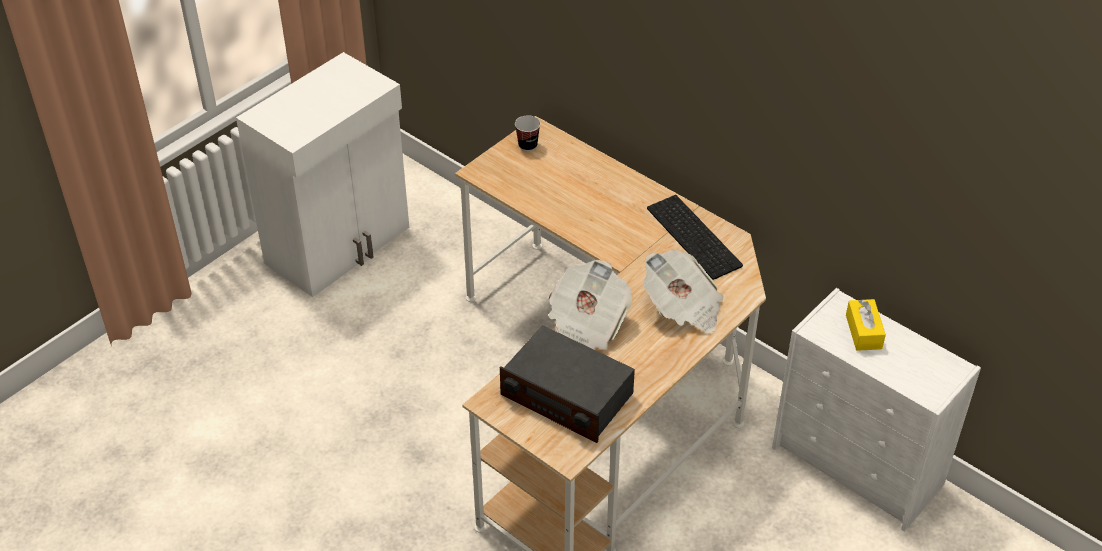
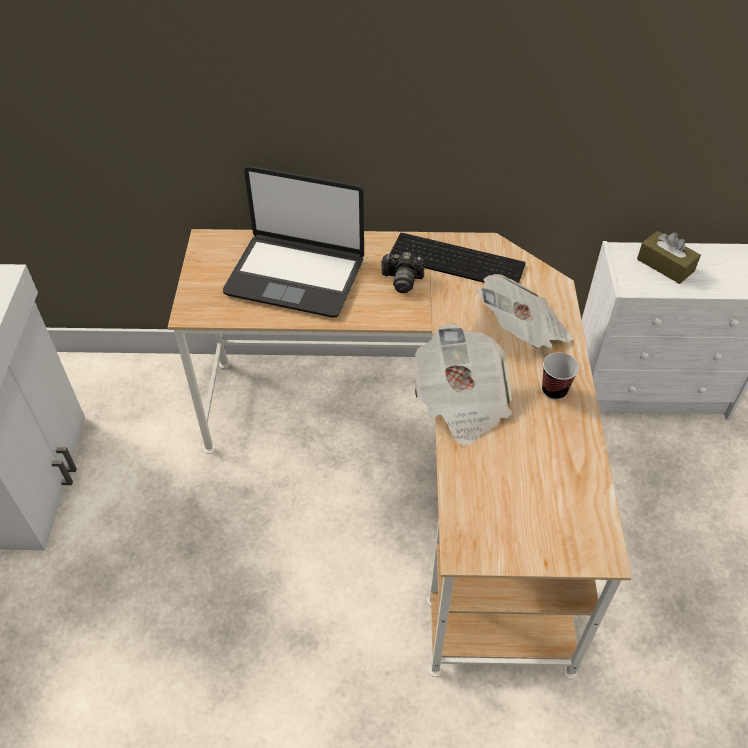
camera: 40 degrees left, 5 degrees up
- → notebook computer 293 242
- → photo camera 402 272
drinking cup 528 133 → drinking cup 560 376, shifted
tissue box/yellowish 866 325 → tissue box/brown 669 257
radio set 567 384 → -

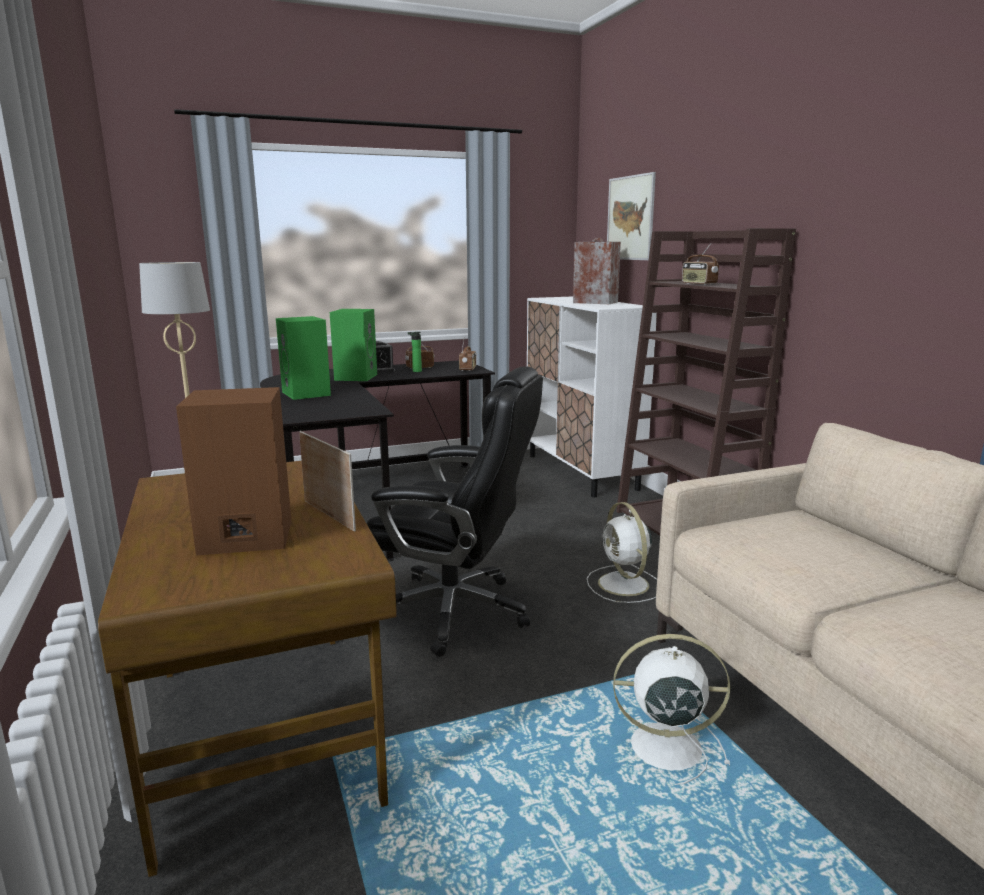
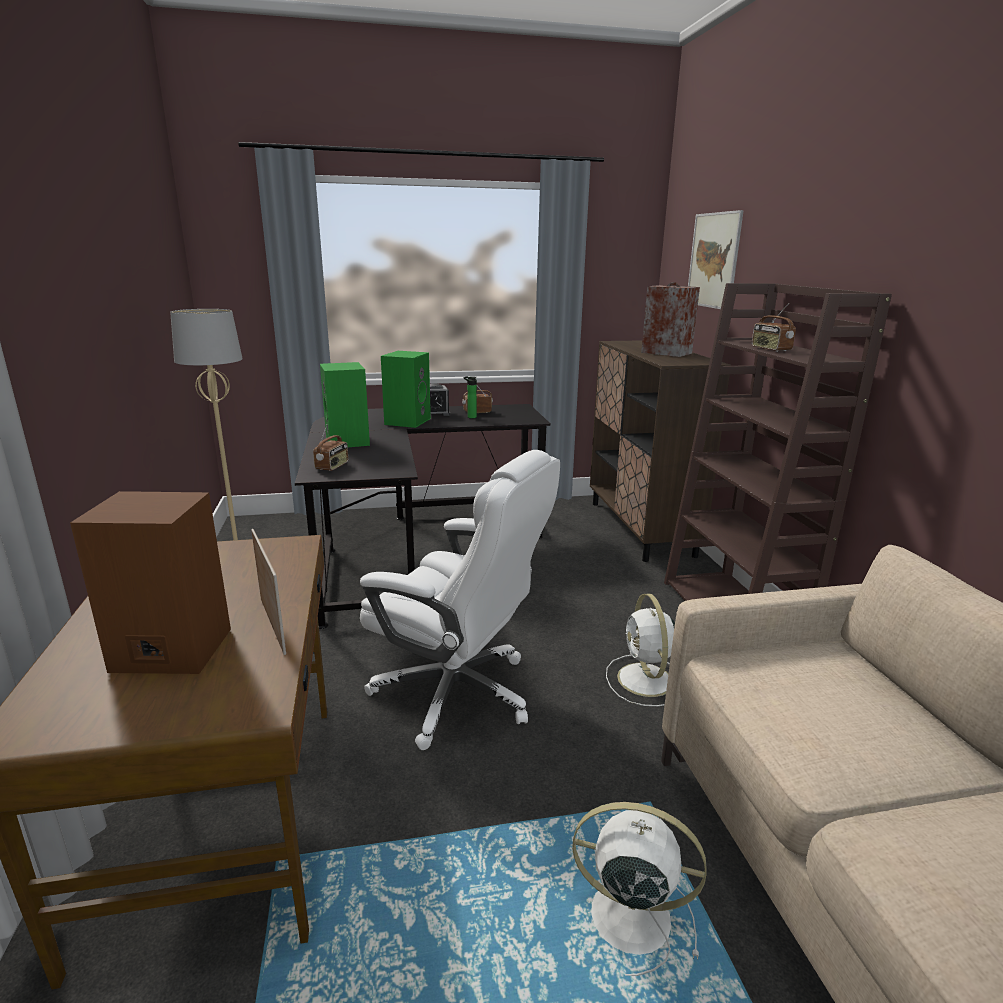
camera: 10 degrees right, 5 degrees up
radio set 468 355 → radio set 330 448, shifted
computer chair/blackish 455 511 → computer chair/white 460 600
cabinet/white 592 396 → cabinet/brown 660 451

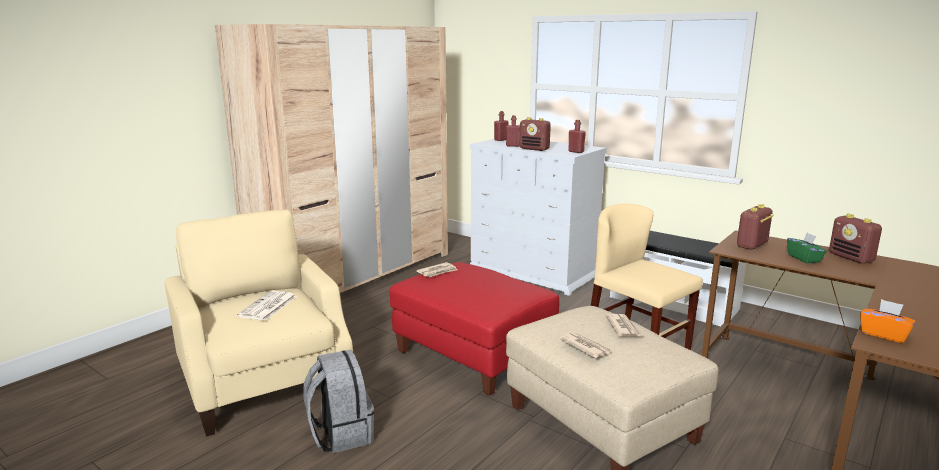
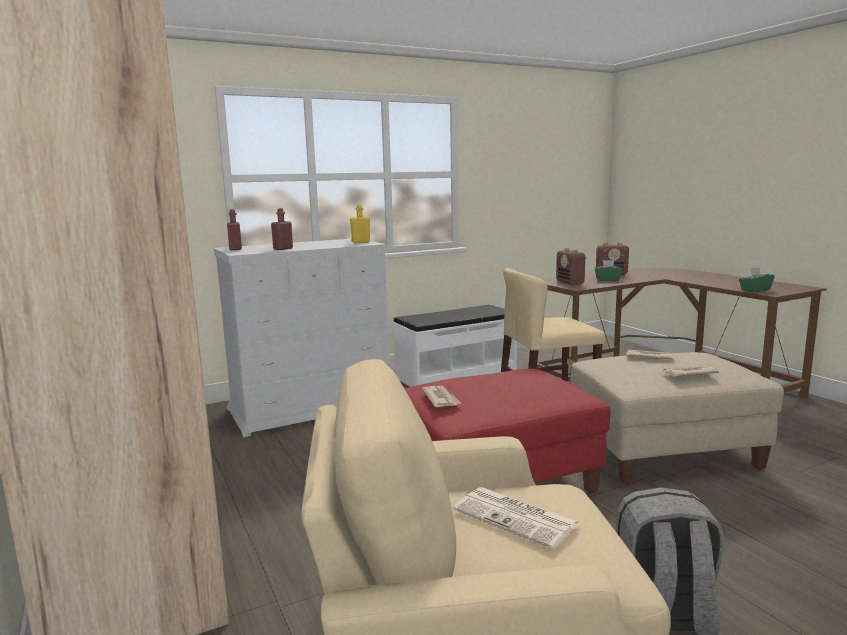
camera: 65 degrees left, 5 degrees down
drink bottle/reddish 577 136 → drink bottle/yellowish 360 224
tissue box/orange-coloured 888 321 → tissue box/greenish 756 279
radio set 535 134 → -

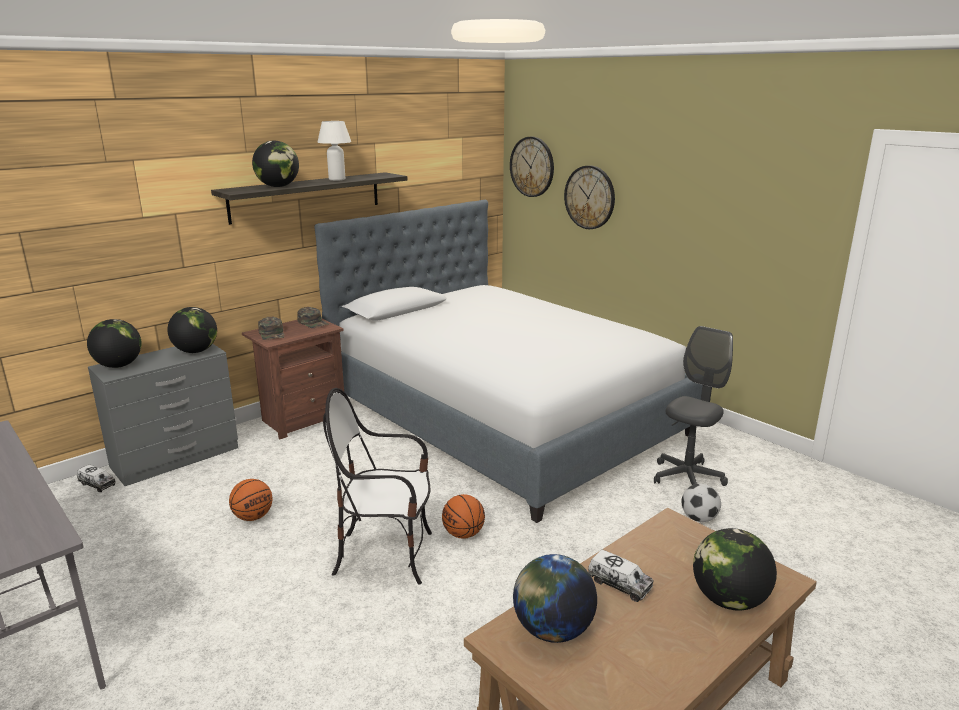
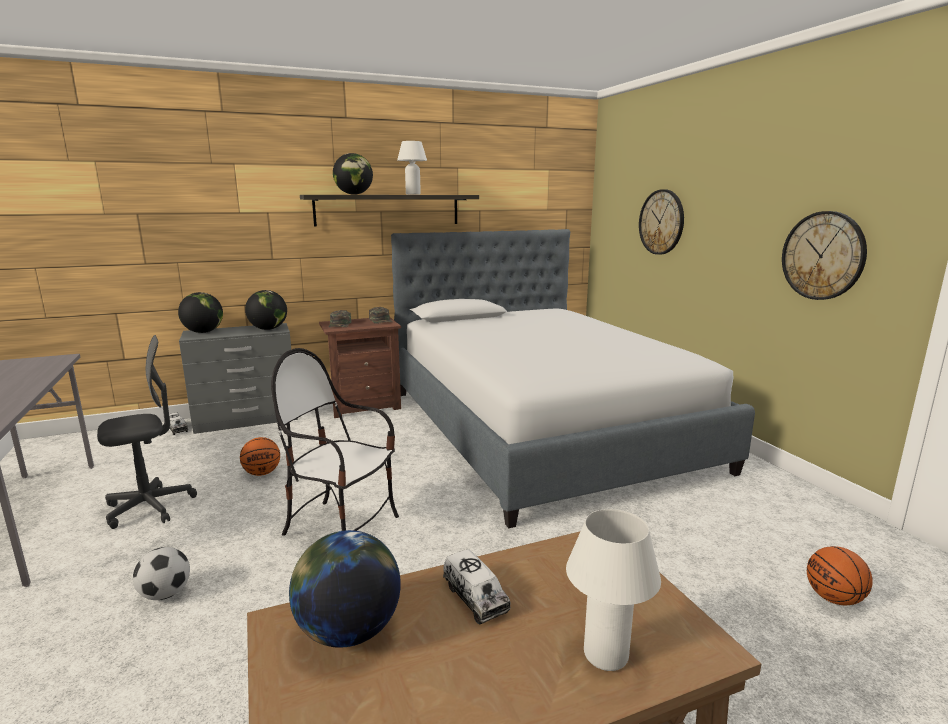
camera: 20 degrees right, 5 degrees down
computer chair/gray 693 406 → computer chair/gray 147 432, shifted
football ball 701 502 → football ball 161 573, shifted
globe 735 569 → lamp for a table/white 613 590
clock on the wall 532 167 → clock on the wall 824 255, shifted
ball for basketball 463 516 → ball for basketball 840 575, shifted

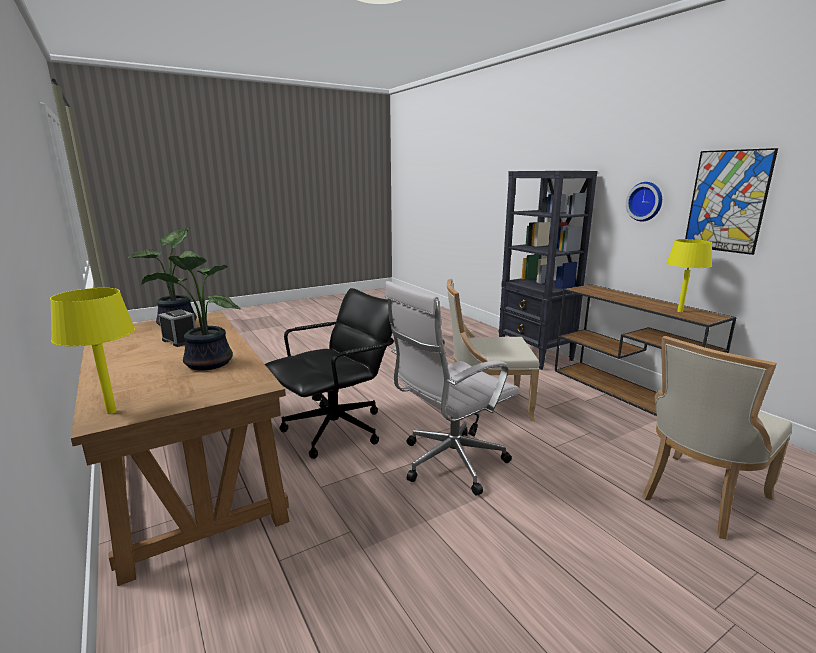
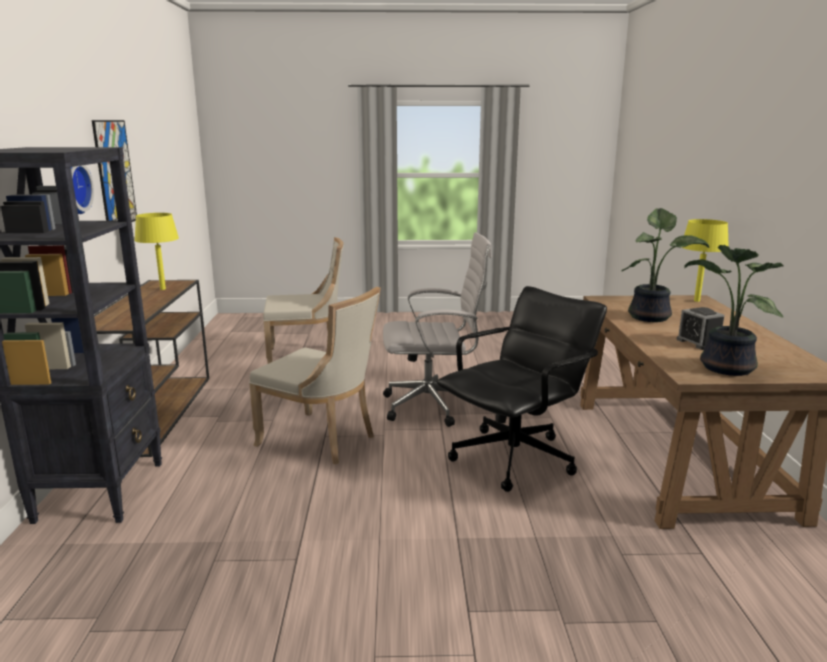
camera: 150 degrees left, 0 degrees up
computer chair/blackish 329 373 → computer chair/blackish 522 389, 150 degrees clockwise

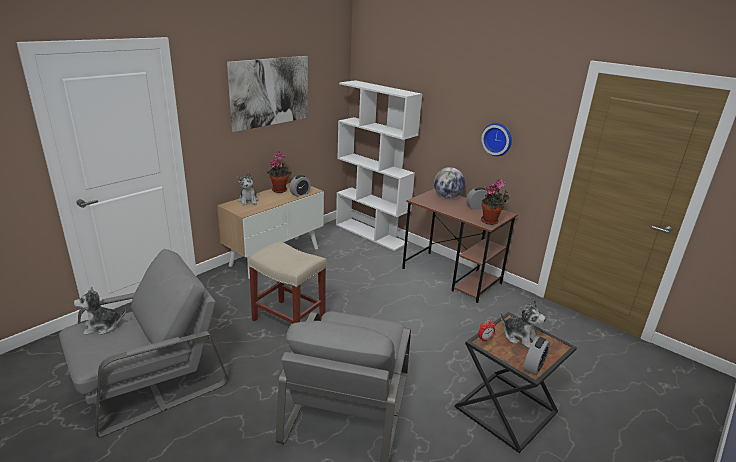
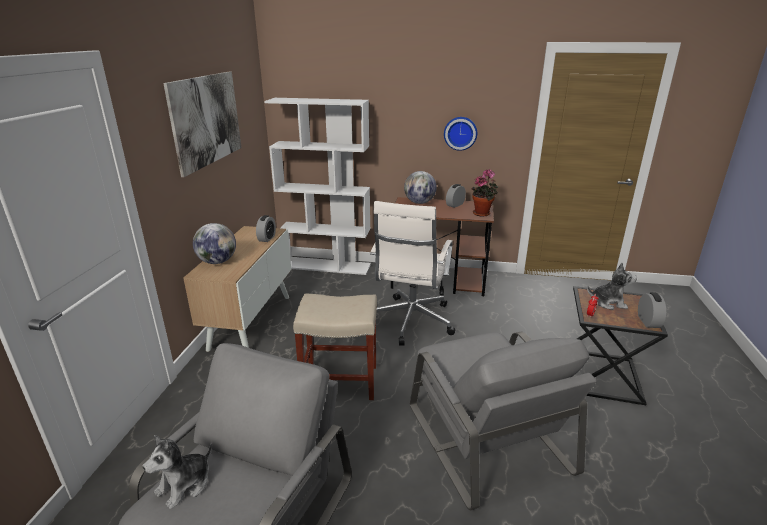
camera: 30 degrees left, 0 degrees up
cuddly toy 248 189 → globe 214 243
- → computer chair/white 412 273
plant in a pot 279 172 → -

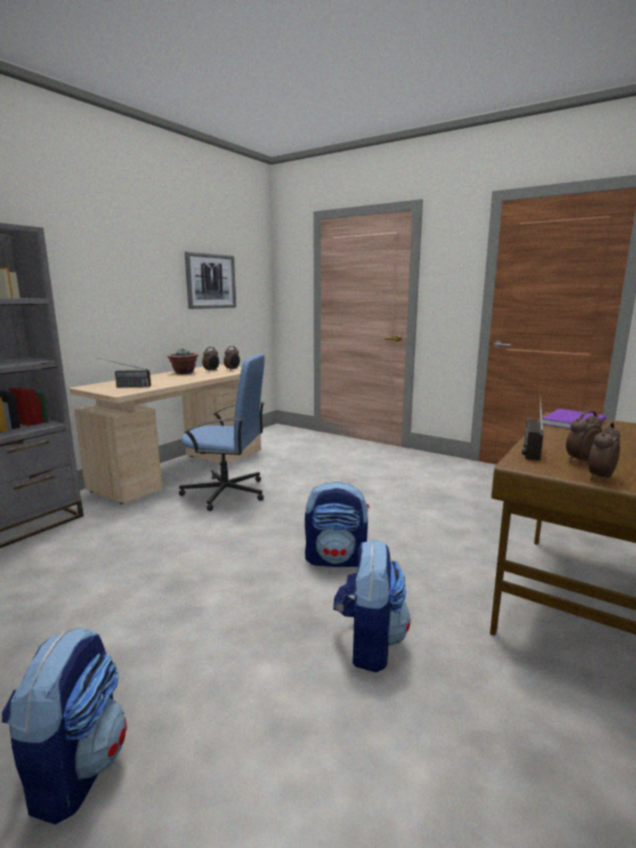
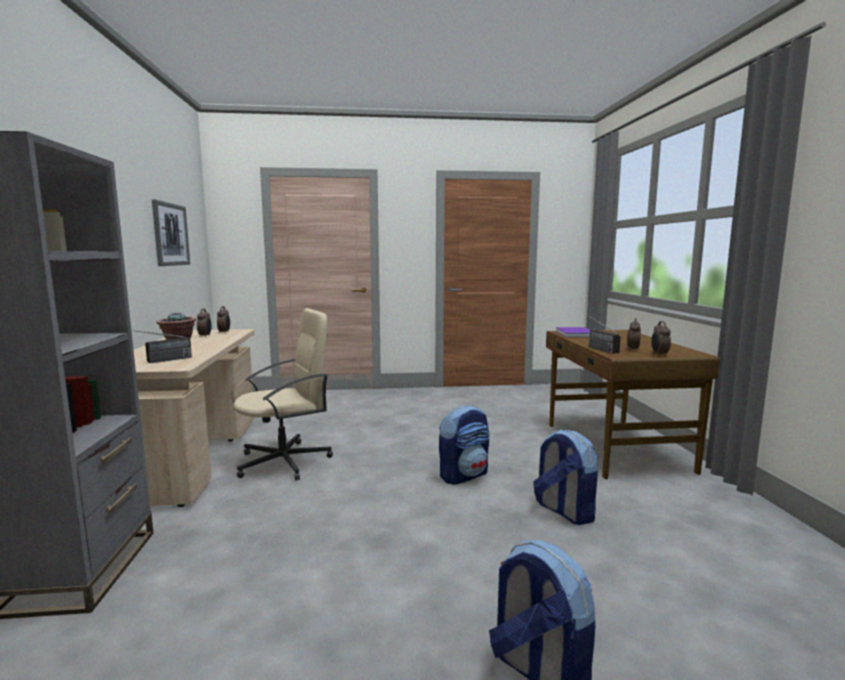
camera: 40 degrees left, 5 degrees down
computer chair/blue-coloured 222 432 → computer chair/beige-coloured 283 394

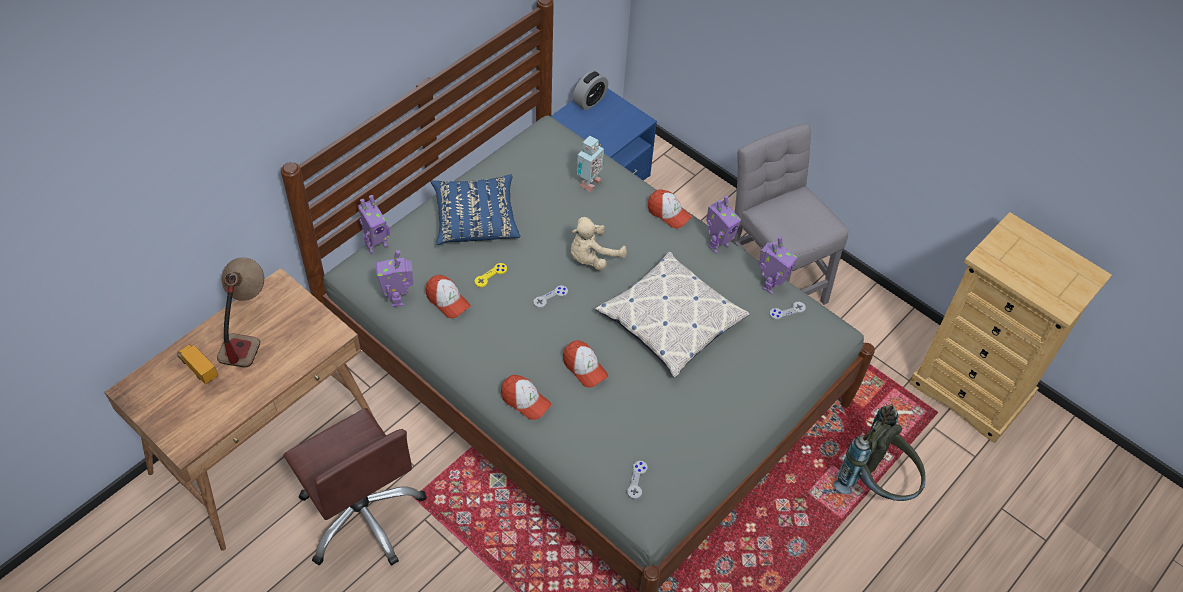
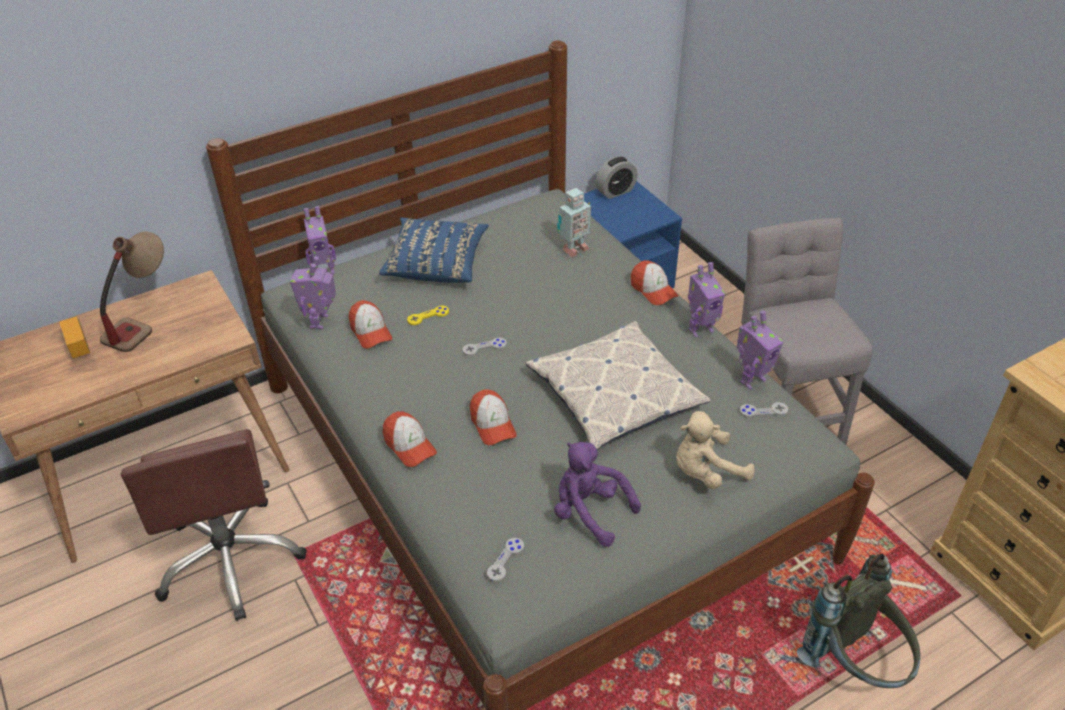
camera: 20 degrees right, 10 degrees down
- → cuddly toy/purple 597 494
cuddly toy/beige-coloured 599 243 → cuddly toy/beige-coloured 715 450, shifted

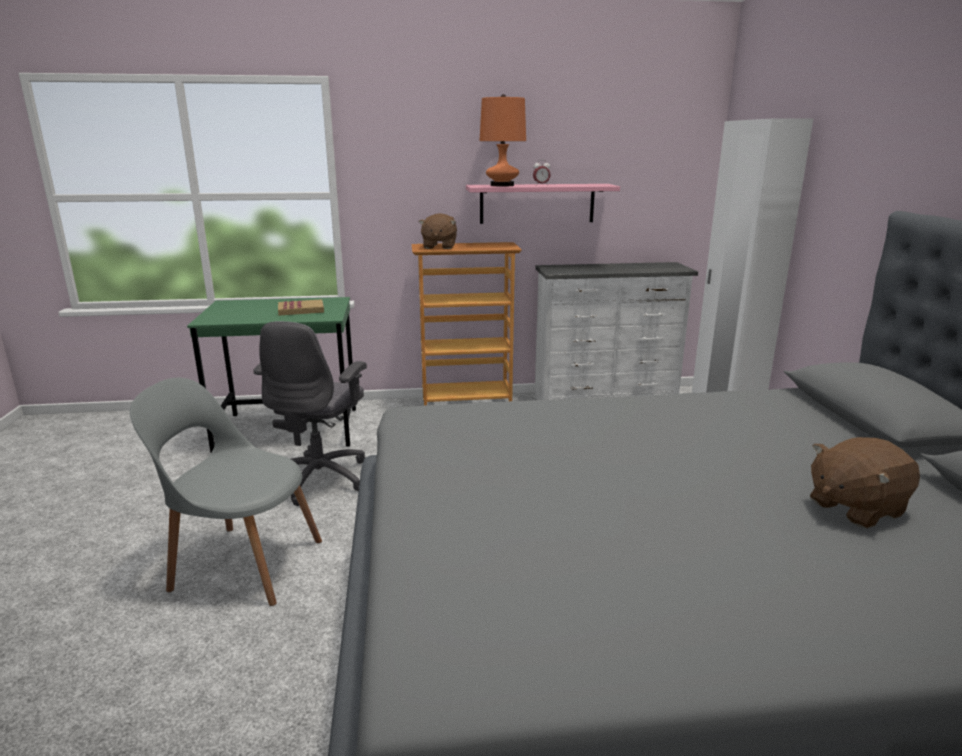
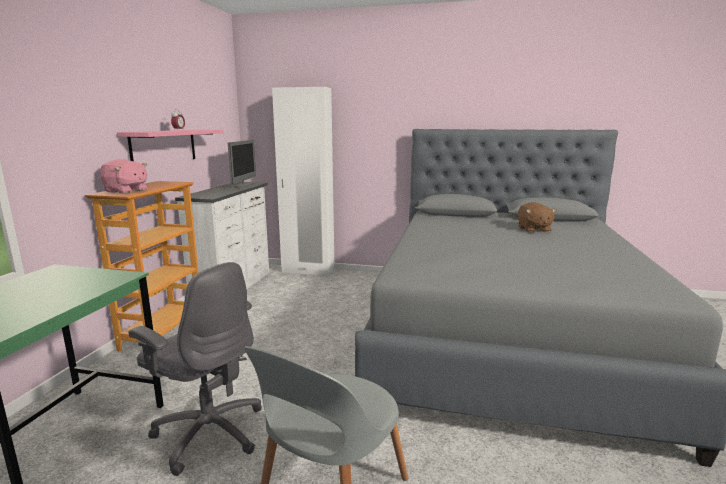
camera: 70 degrees left, 5 degrees down
cuddly toy/brown 438 231 → cuddly toy/pink-coloured 123 176
- → computer display 242 164
volume 301 307 → -
lamp for a table/orange-coloured 502 140 → -

